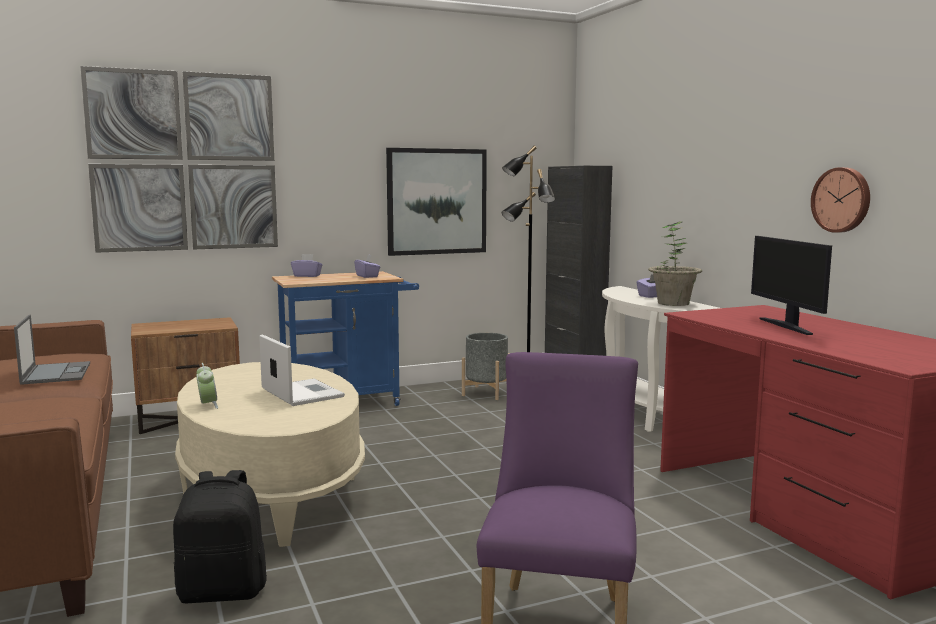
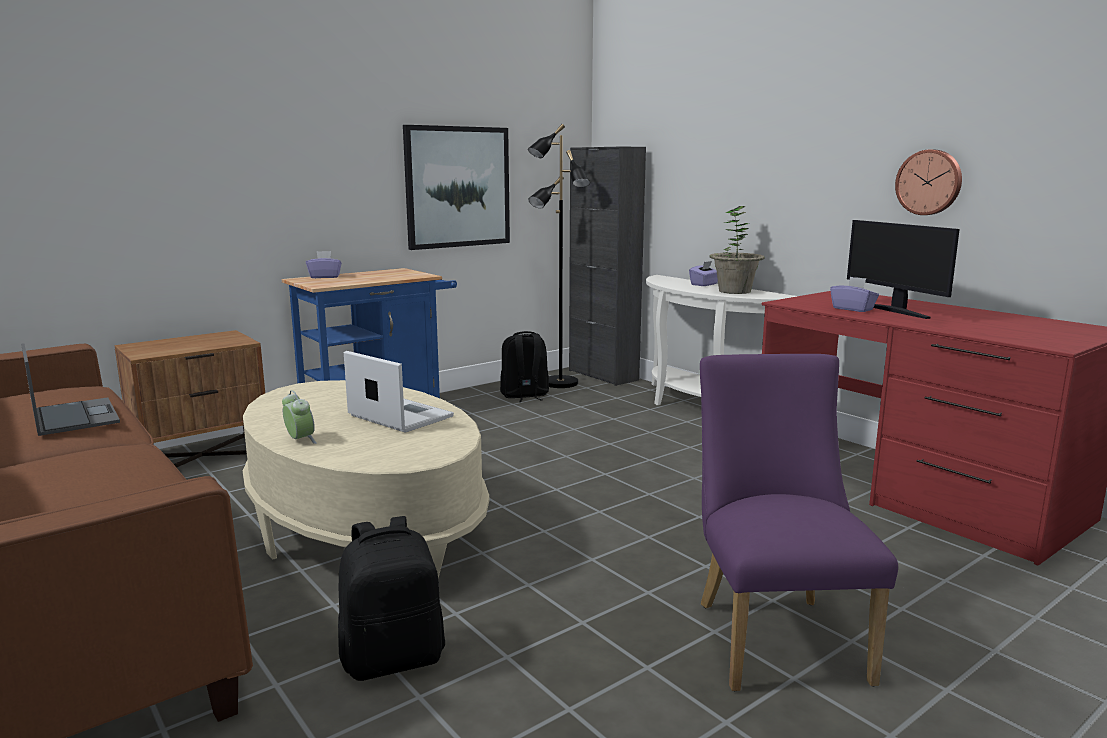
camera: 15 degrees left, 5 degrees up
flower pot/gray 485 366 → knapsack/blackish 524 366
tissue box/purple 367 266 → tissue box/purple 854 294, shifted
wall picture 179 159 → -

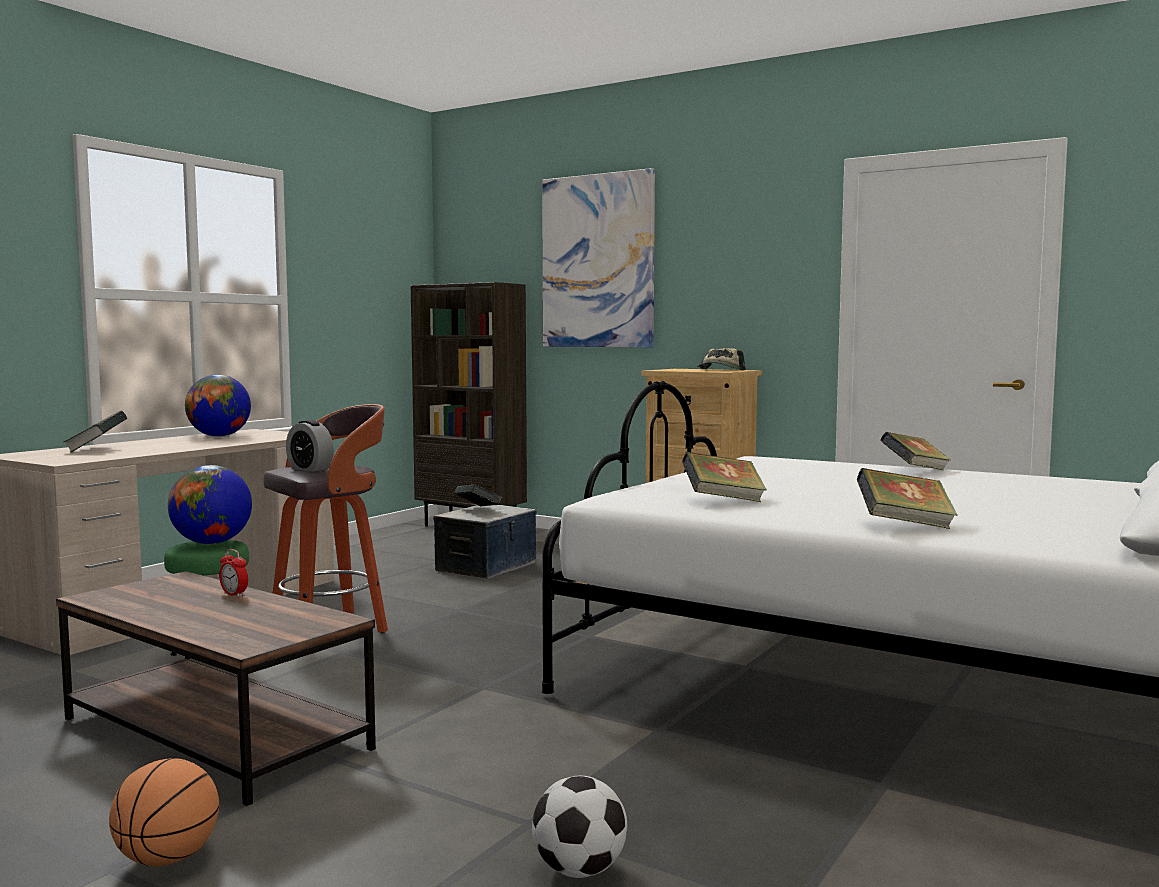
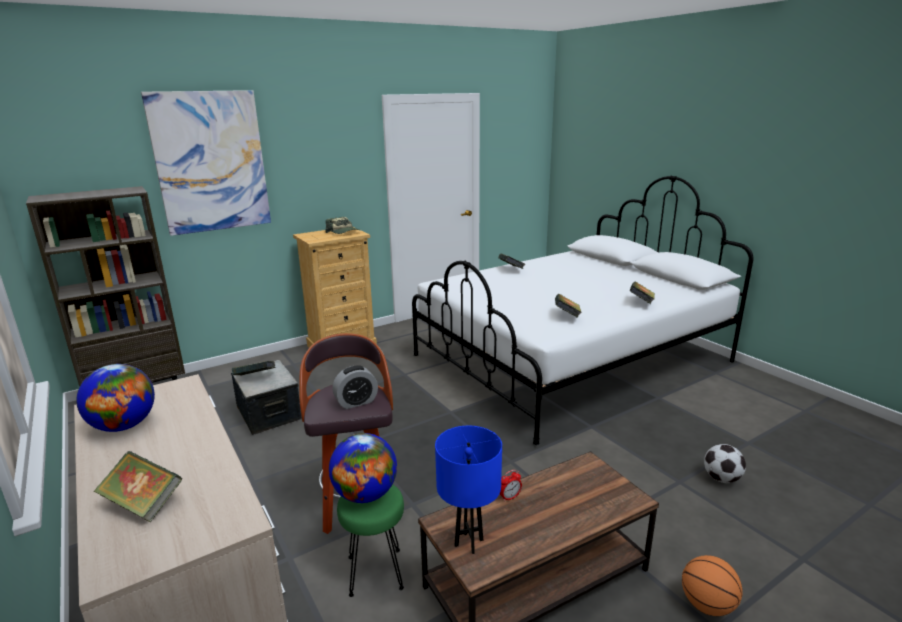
camera: 65 degrees left, 15 degrees up
- → lamp for a table/blue-coloured 468 490

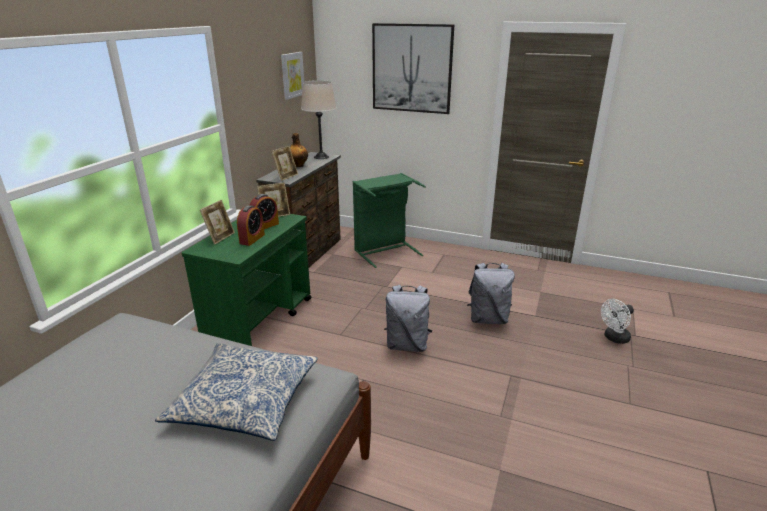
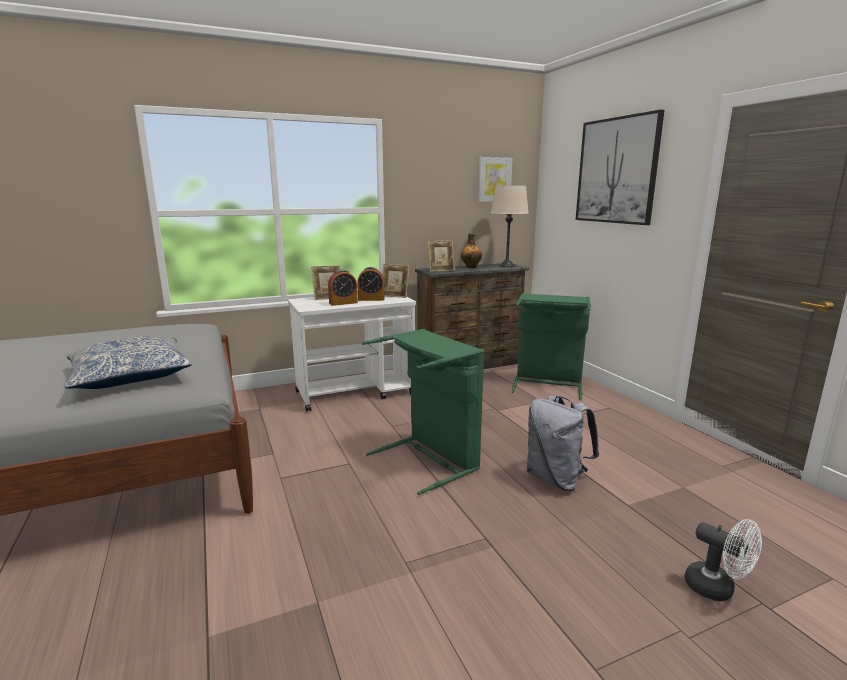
camera: 45 degrees right, 10 degrees down
cart/greenish 246 280 → cart/white 352 354
knapsack/gray 408 318 → laundry basket/greenish 423 412
electric fan/white 617 321 → electric fan/white 723 560, 150 degrees counterclockwise

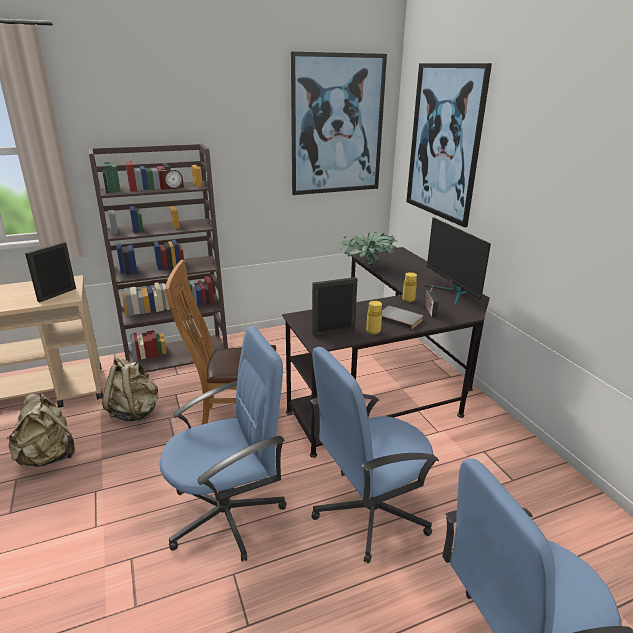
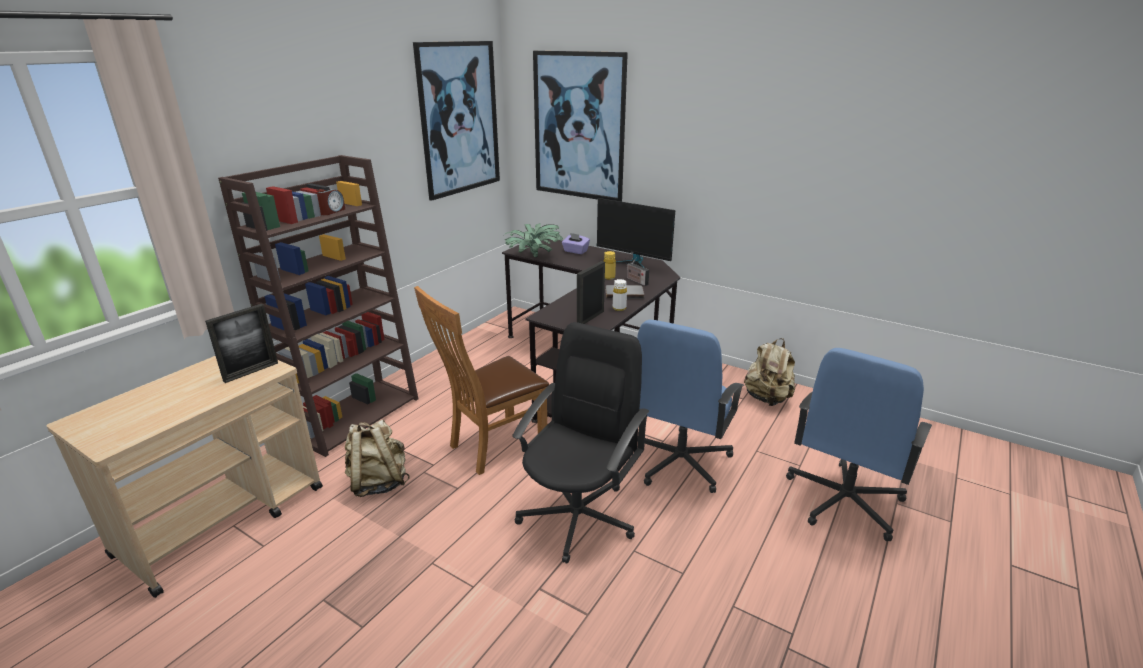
camera: 35 degrees left, 0 degrees up
standing frame 50 272 → standing frame 241 343, 135 degrees counterclockwise
computer chair/blue-coloured 222 444 → computer chair/blackish 580 443
- → tissue box/purple 576 243
drink bottle/yellowish 374 317 → drink bottle/white 620 295
knapsack/beige-coloured 40 430 → knapsack/beige-coloured 769 372, shifted

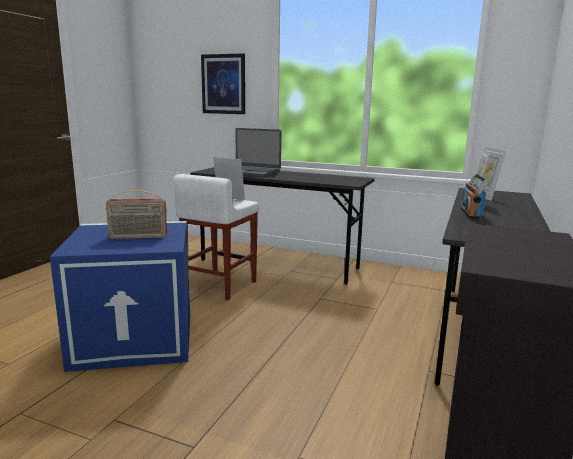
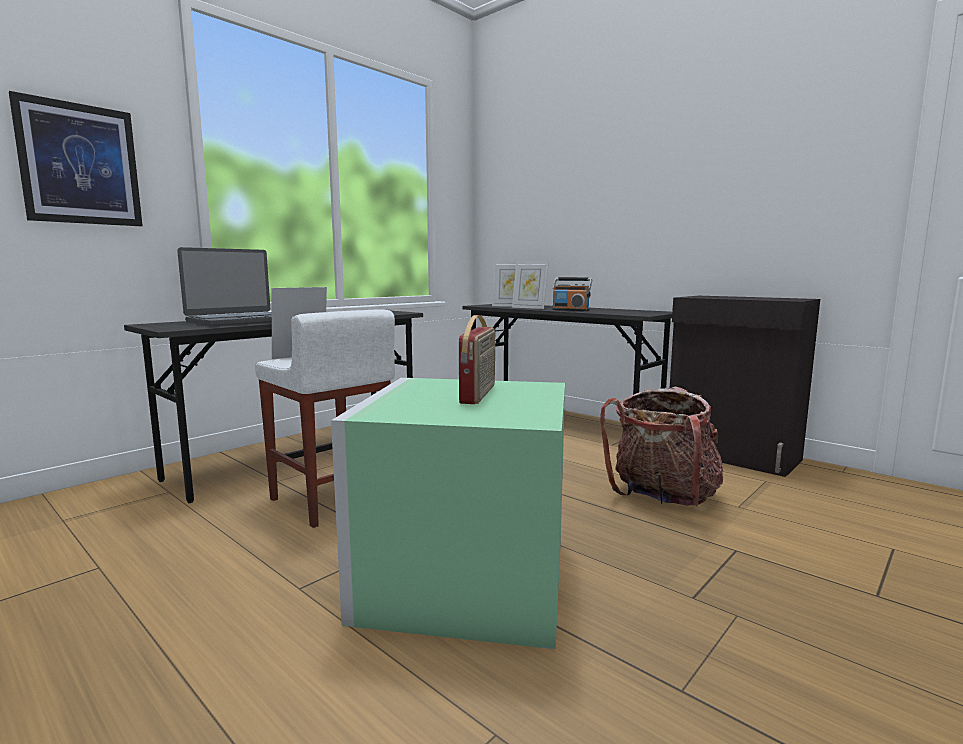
camera: 70 degrees left, 5 degrees down
storage container/blue-coloured 120 296 → storage container/greenish 448 513
- → knapsack 661 447

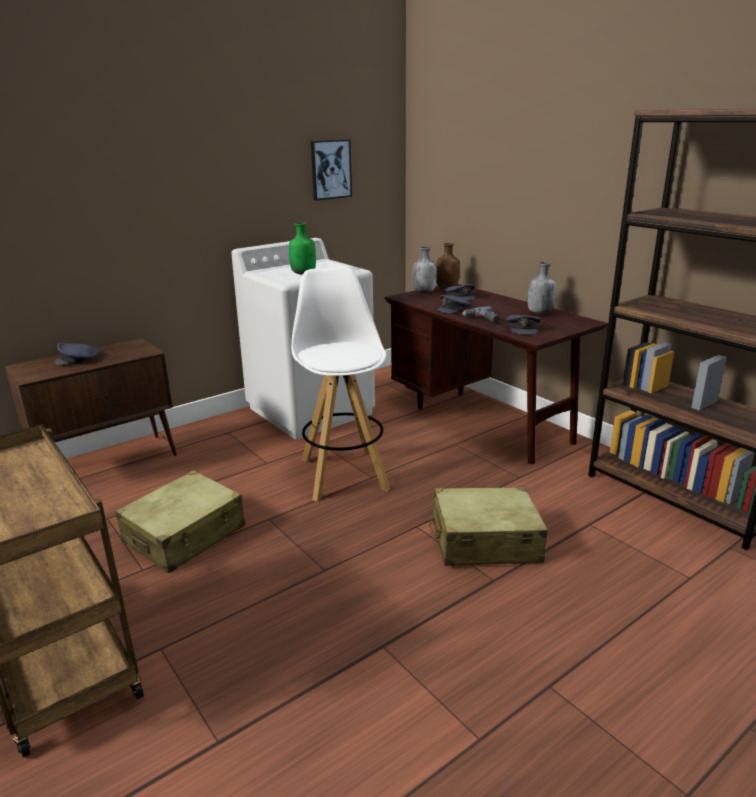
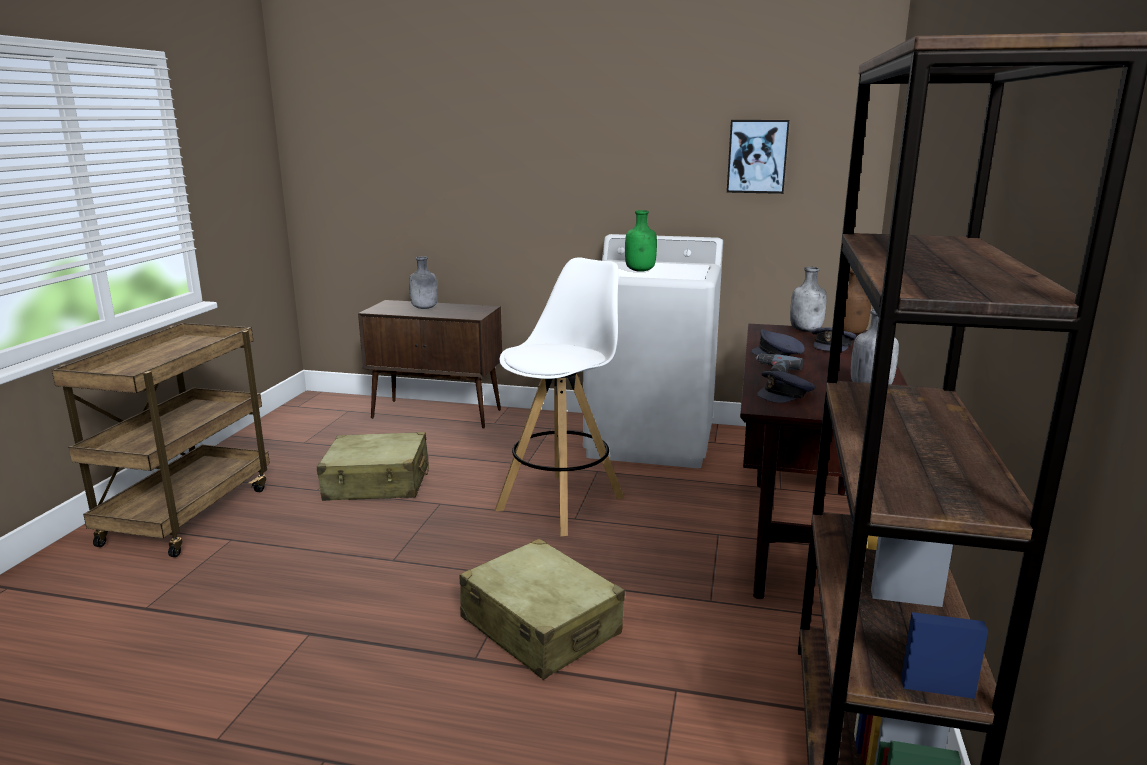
camera: 50 degrees right, 5 degrees down
peaked cap/gray 76 354 → drink bottle/gray 423 282

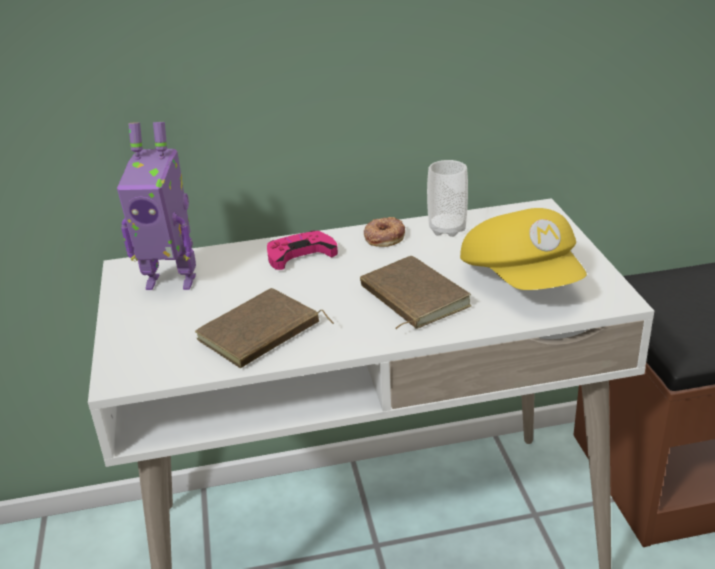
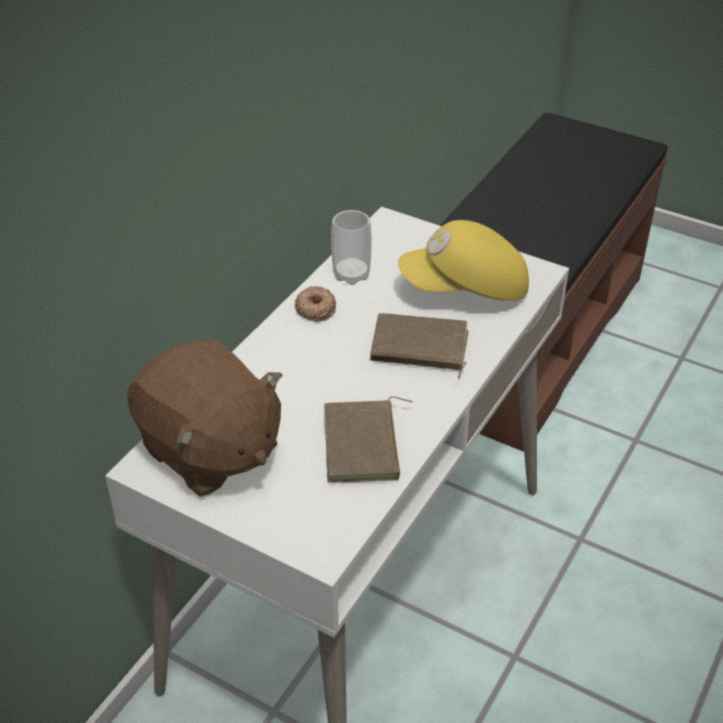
camera: 50 degrees left, 10 degrees up
model robot 156 206 → cuddly toy/brown 204 418
peaked cap/yellowish 523 249 → peaked cap/yellowish 463 260, 150 degrees clockwise
game controller/pink-coloured 302 250 → -

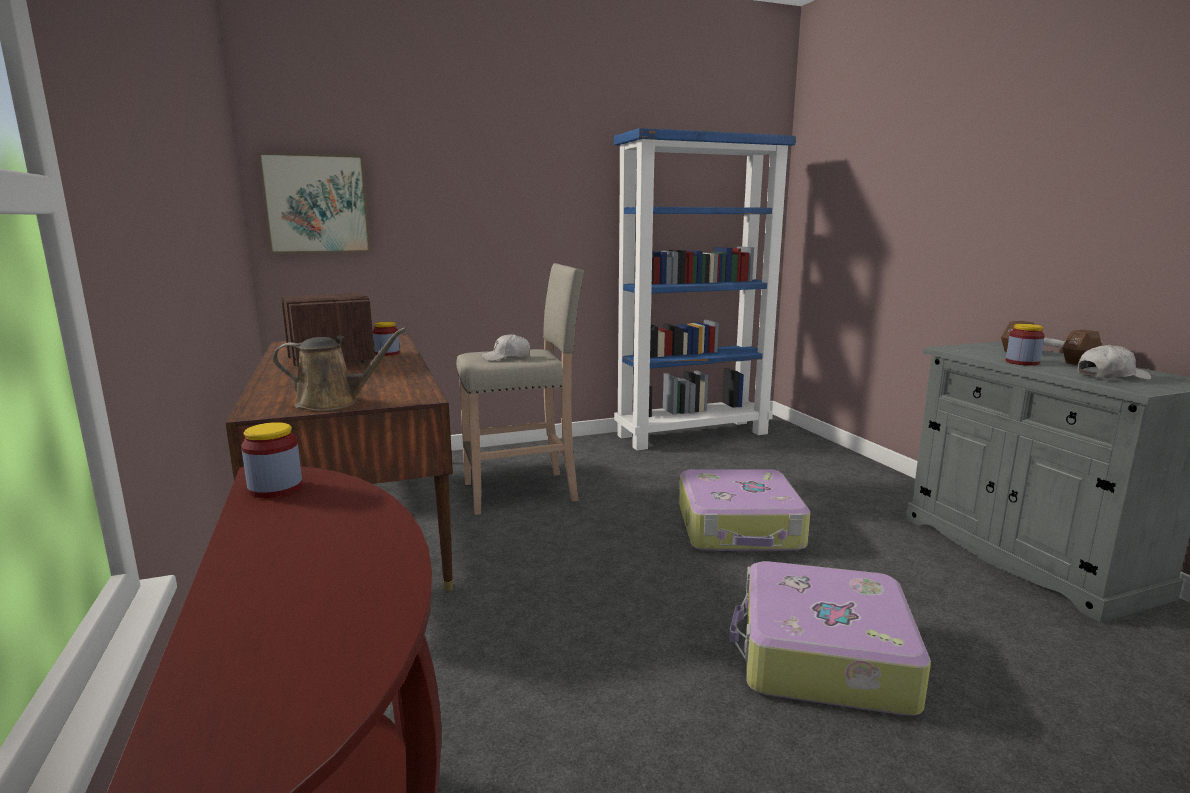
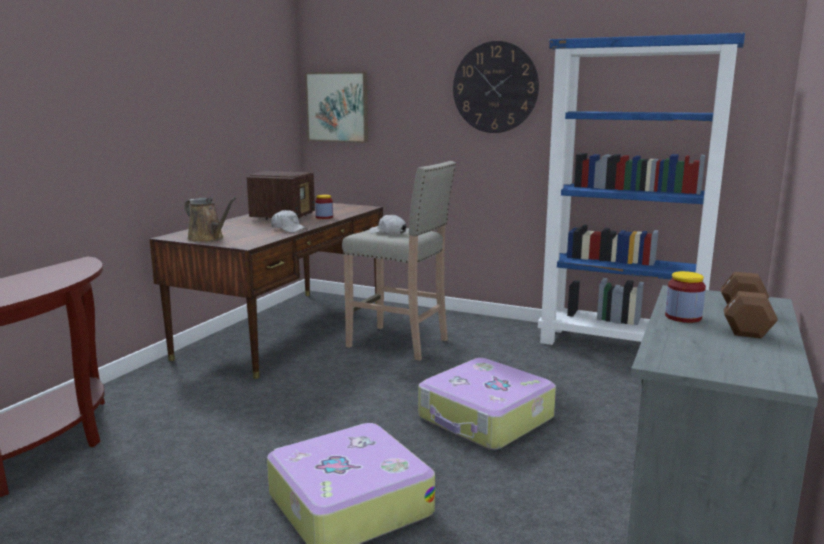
camera: 45 degrees right, 0 degrees up
peaked cap/white 1114 362 → peaked cap/white 289 221, shifted
- → clock on the wall 496 87
preserve jar 271 460 → -

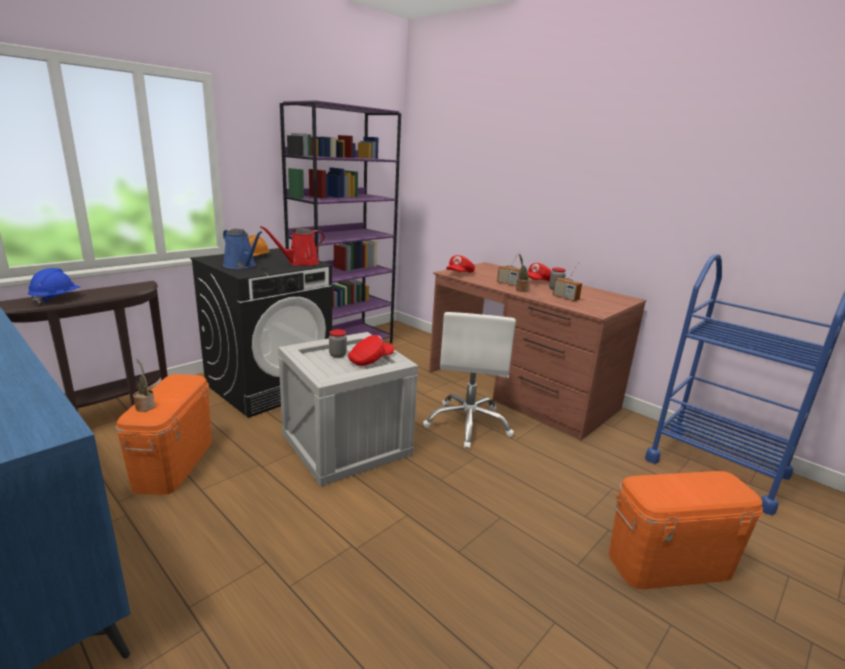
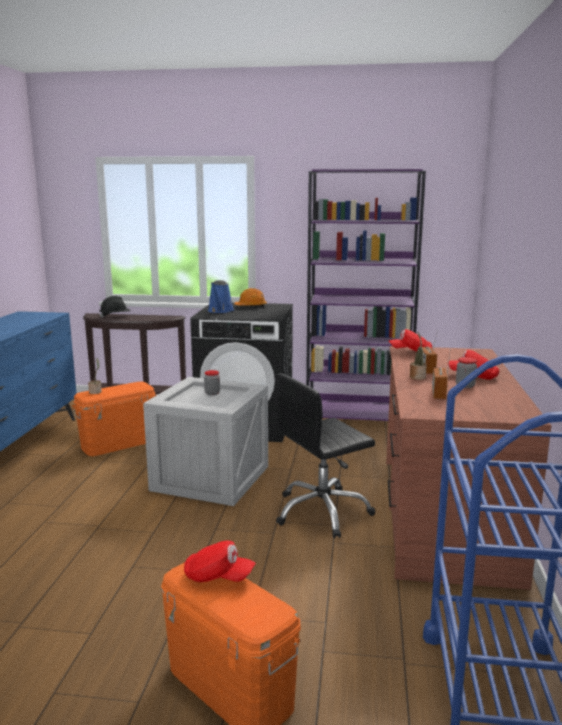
camera: 55 degrees right, 5 degrees down
hard hat/blue-coloured 54 286 → hard hat/blackish 115 307
peaked cap/reddish 371 350 → peaked cap/reddish 220 561, shifted
computer chair/white 469 380 → computer chair/blackish 325 455
sprinkling can/reddish 292 246 → -

